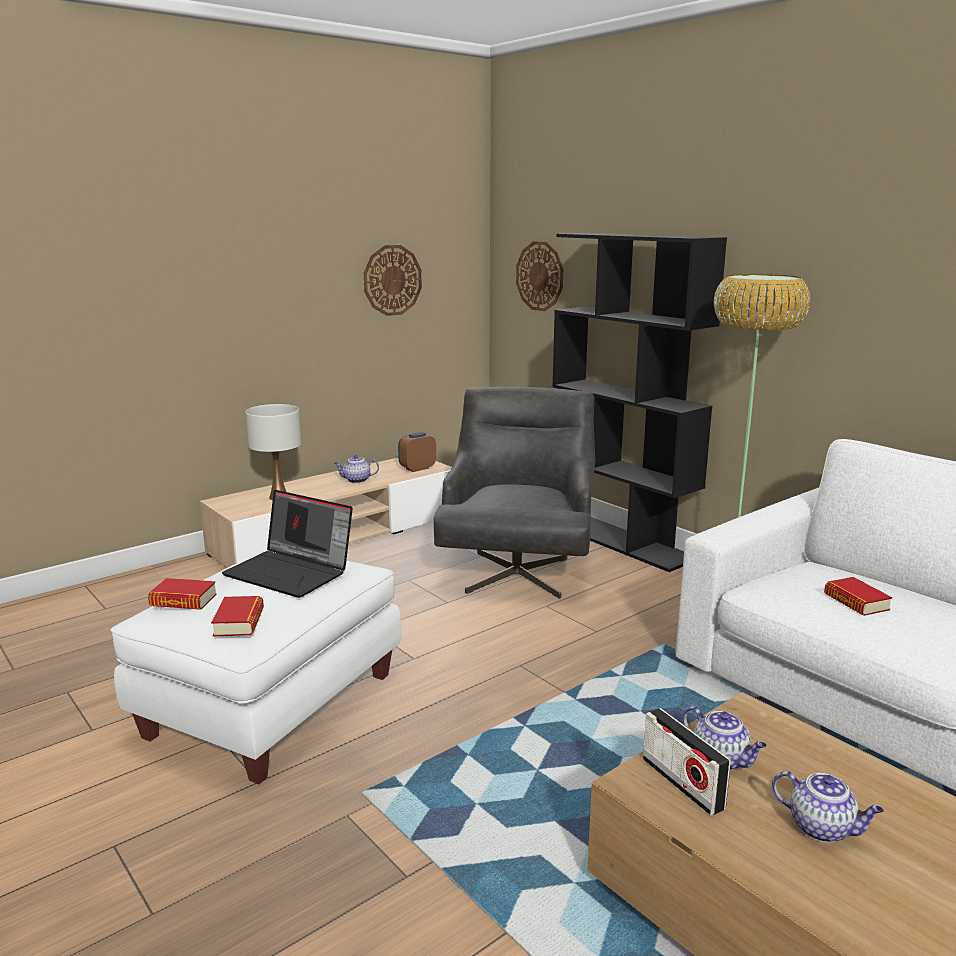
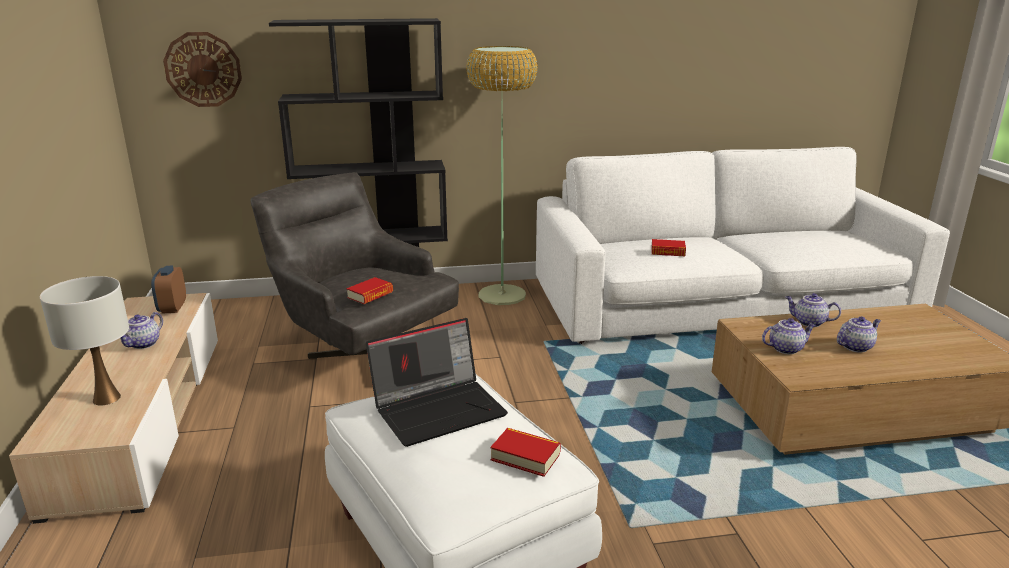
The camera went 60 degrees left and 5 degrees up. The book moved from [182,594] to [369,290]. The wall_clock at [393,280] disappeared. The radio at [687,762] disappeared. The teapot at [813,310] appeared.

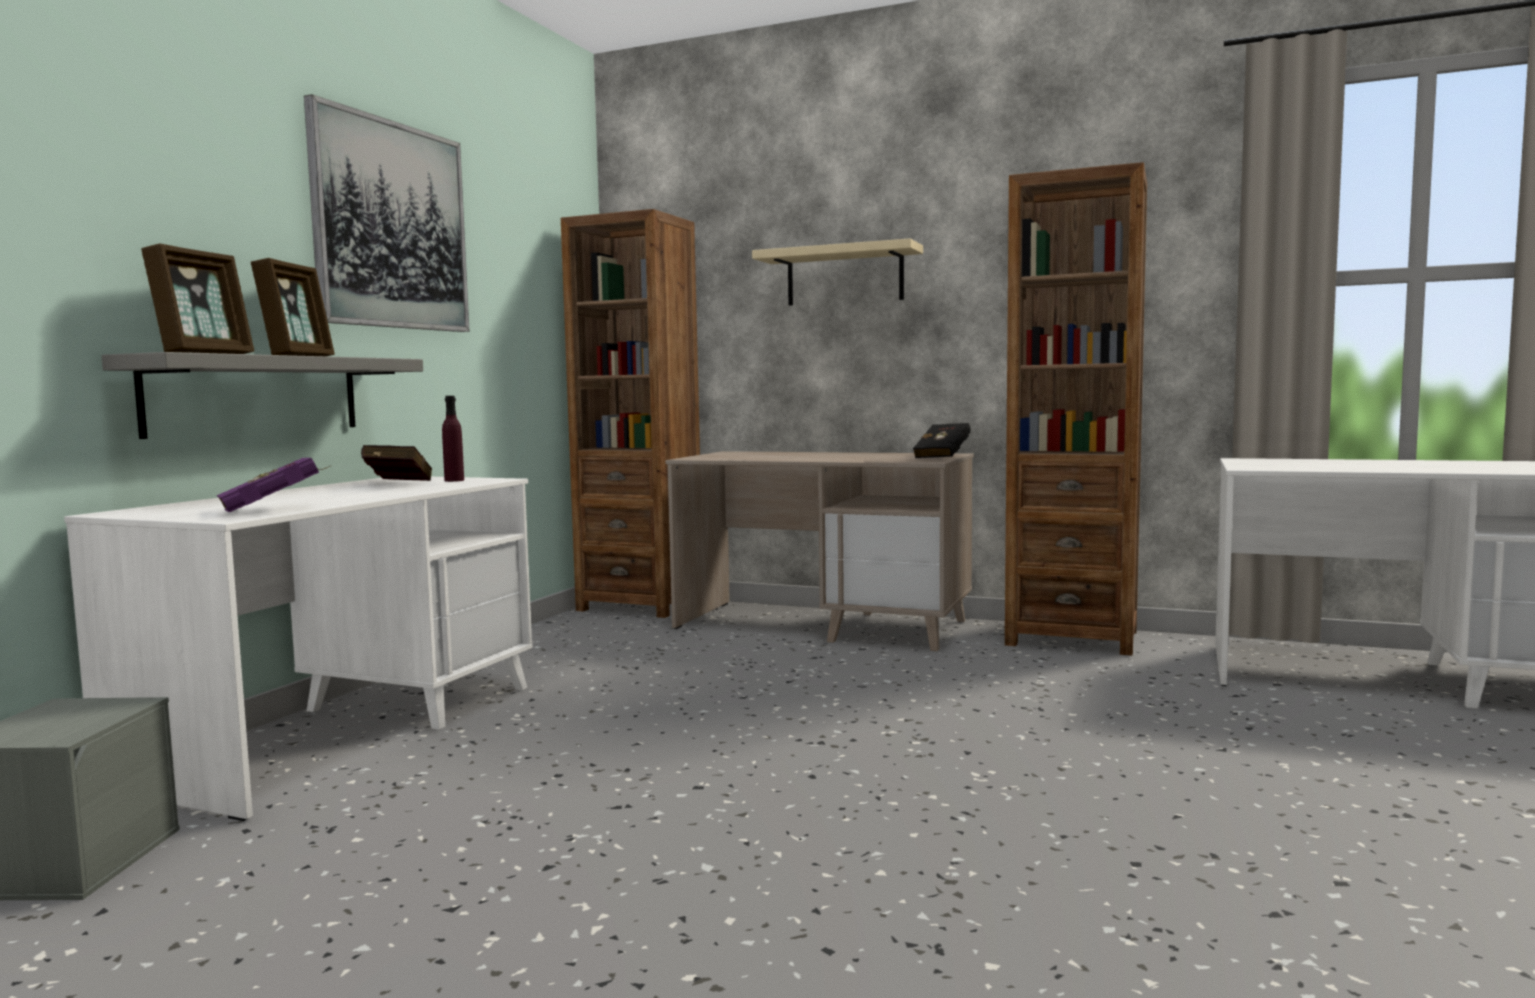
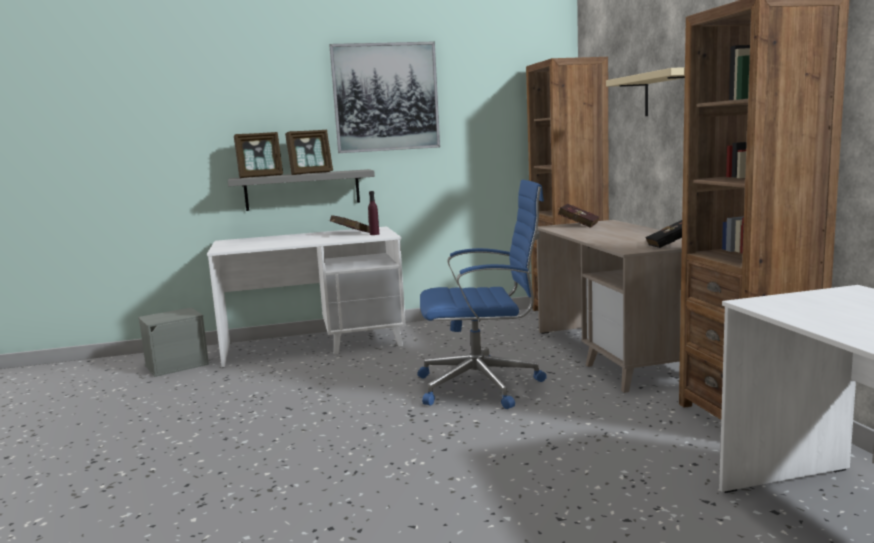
The camera went 55 degrees right and 5 degrees up. The purple_book at [274,485] disappeared. The blue_office_chair at [482,294] appeared. The red_book at [578,216] appeared.

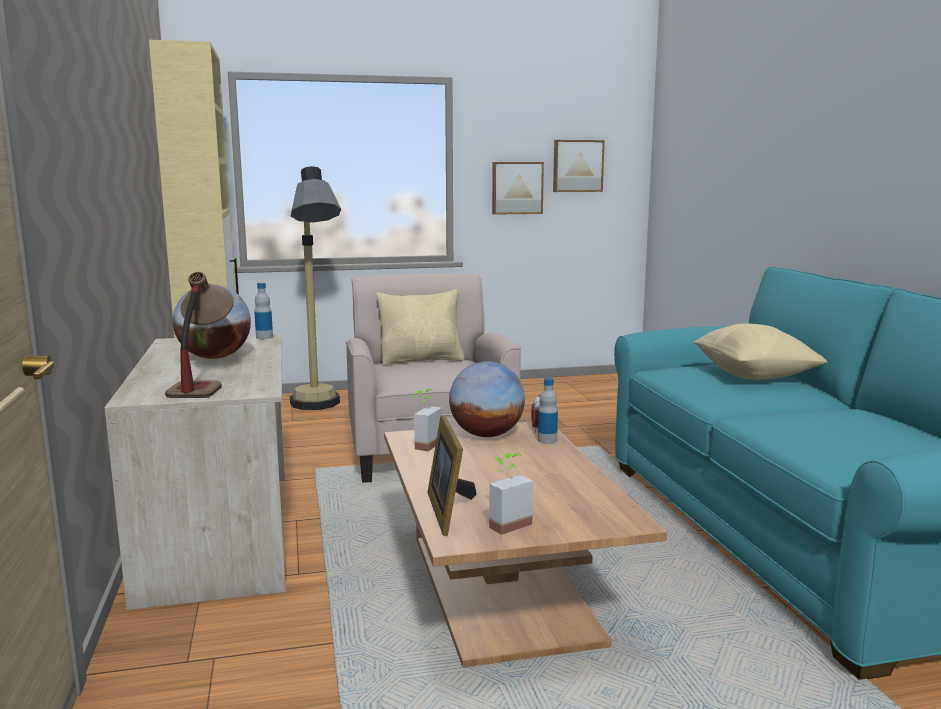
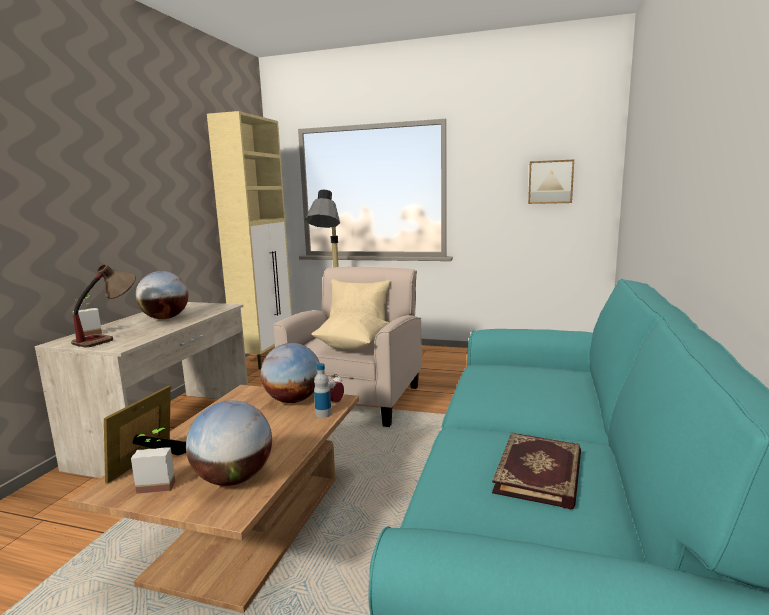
The camera went 30 degrees right and 0 degrees up. The bottle at [263,311] disappeared. The potted_plant moved from [426,419] to [87,315]. The picture at [518,188] disappeared. The beige_pillow moved from [760,351] to [350,330]. The globe at [229,443] appeared. The book at [536,471] appeared.

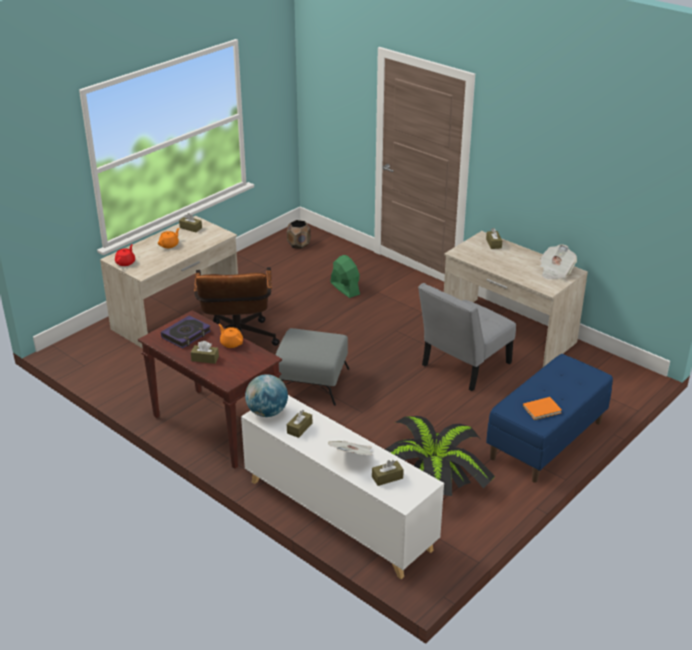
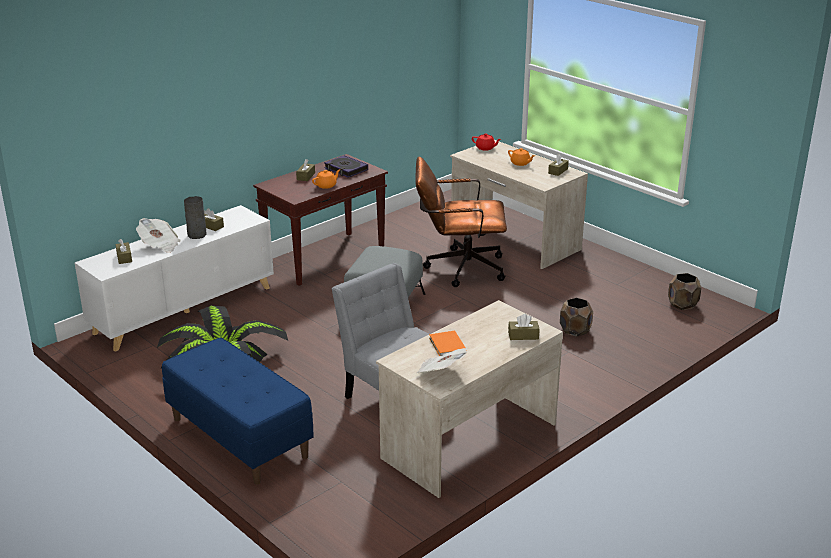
The camera went 95 degrees right and 5 degrees down. The globe at [266,395] disappeared. The green_fan at [345,276] was replaced by the brown_planter at [576,317]. The orange_book moved from [542,408] to [447,343]. The grey_vase at [195,217] appeared.

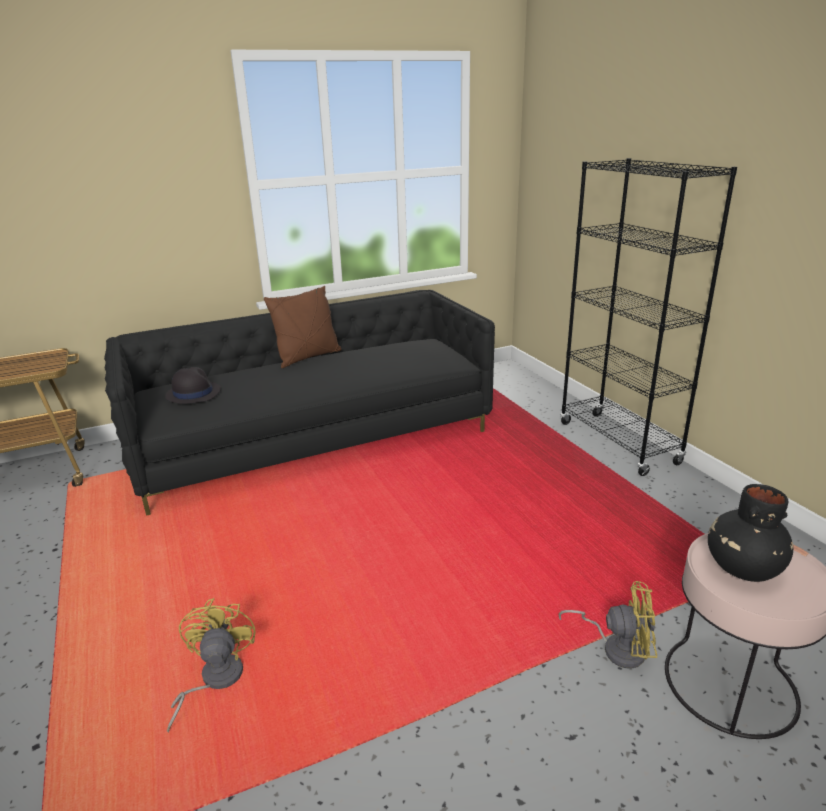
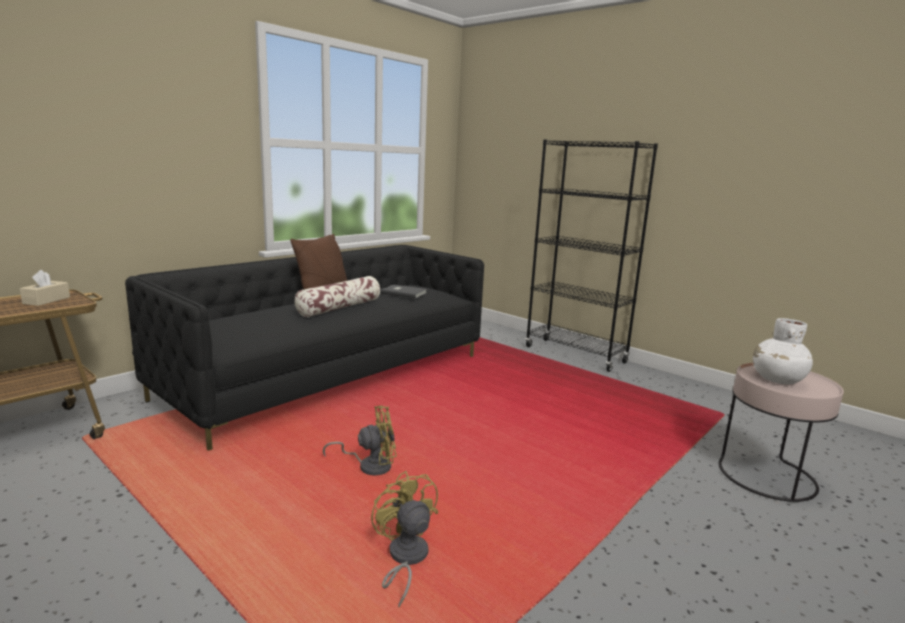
The camera went 25 degrees left and 10 degrees down. The black_hat at [193,385] disappeared. The yellow_fan moved from [607,625] to [360,440]. The black_vase at [750,533] became the white_vase at [783,351]. The beige_tissue_box at [45,288] appeared. The pillow at [337,296] appeared. The grey_book at [404,292] appeared.

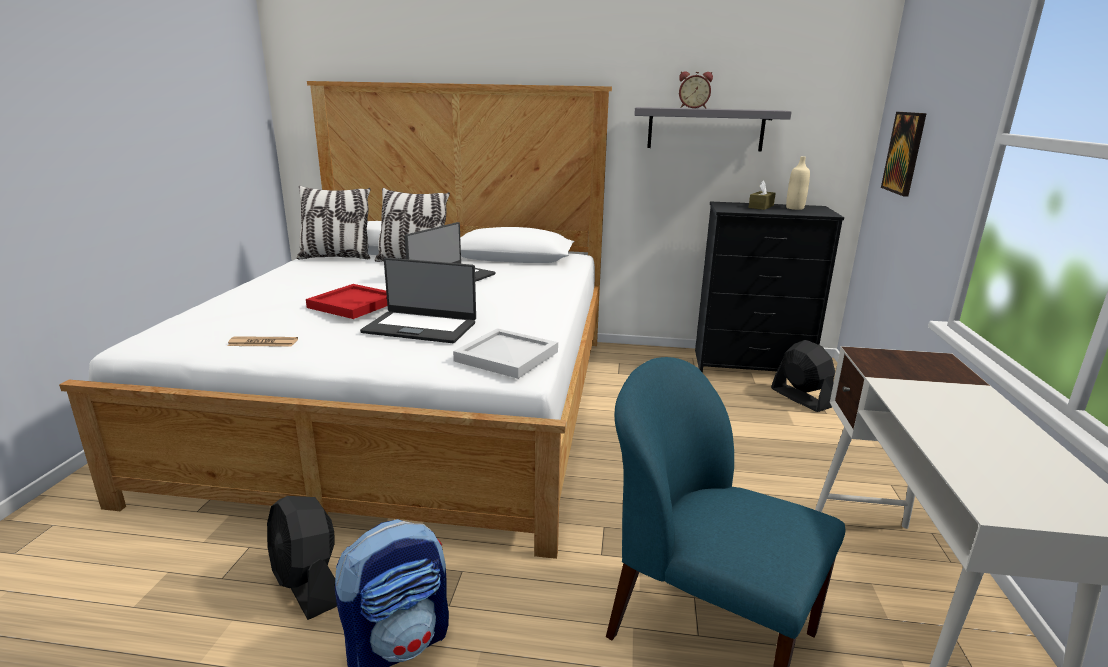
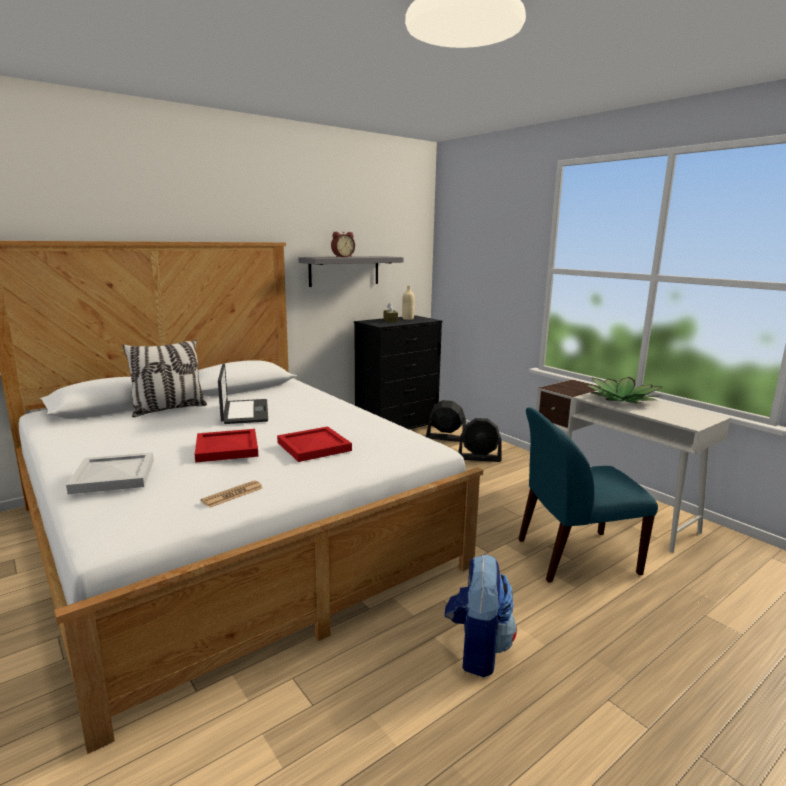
The camera went 45 degrees left and 5 degrees down. The black_fan moved from [302,558] to [480,440]. The pillow at [334,222] disappeared. The laptop at [418,300] was replaced by the red_tray at [314,444]. The white_tray moved from [505,353] to [110,473]. The picture at [904,154] disappeared. The potted_plant at [624,390] appeared.

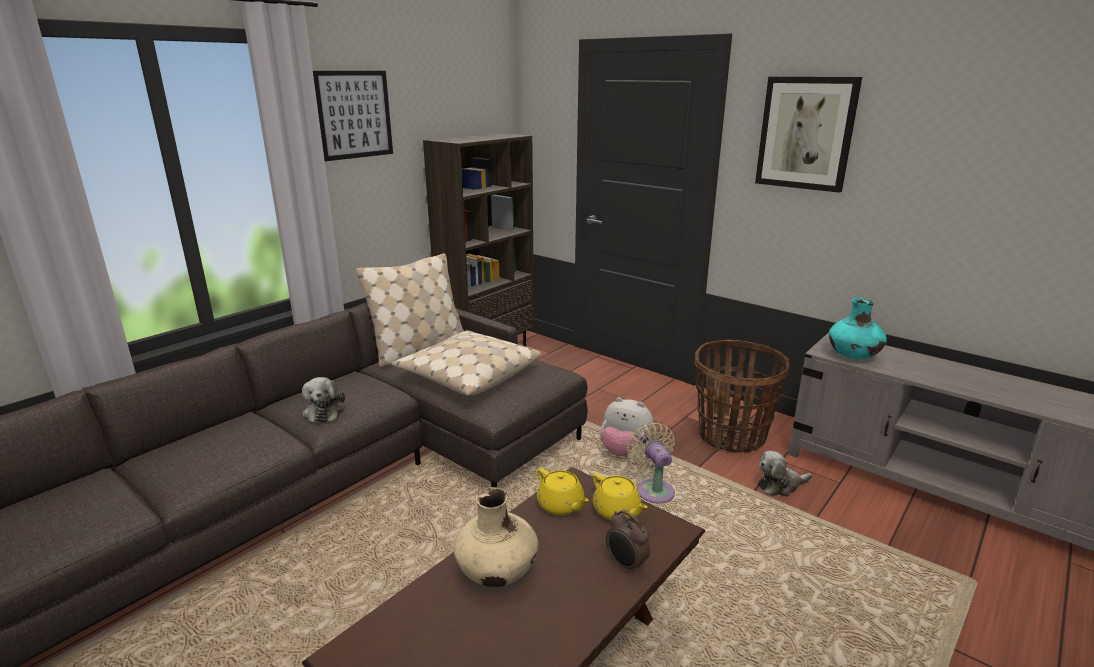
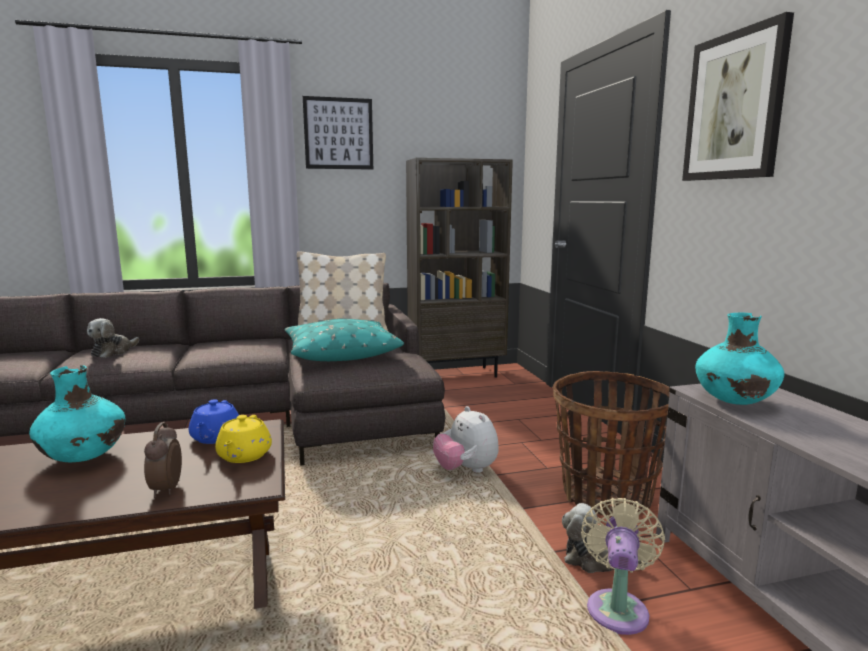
The camera went 35 degrees right and 10 degrees down. The plush_toy moved from [323,400] to [113,338]. The beige_pillow at [466,362] became the turquoise_pillow at [344,340]. The beige_vase at [495,537] became the turquoise_vase at [77,413]. The yellow_teapot at [562,491] became the blue_teapot at [214,421]. The beige_fan moved from [651,462] to [623,566].

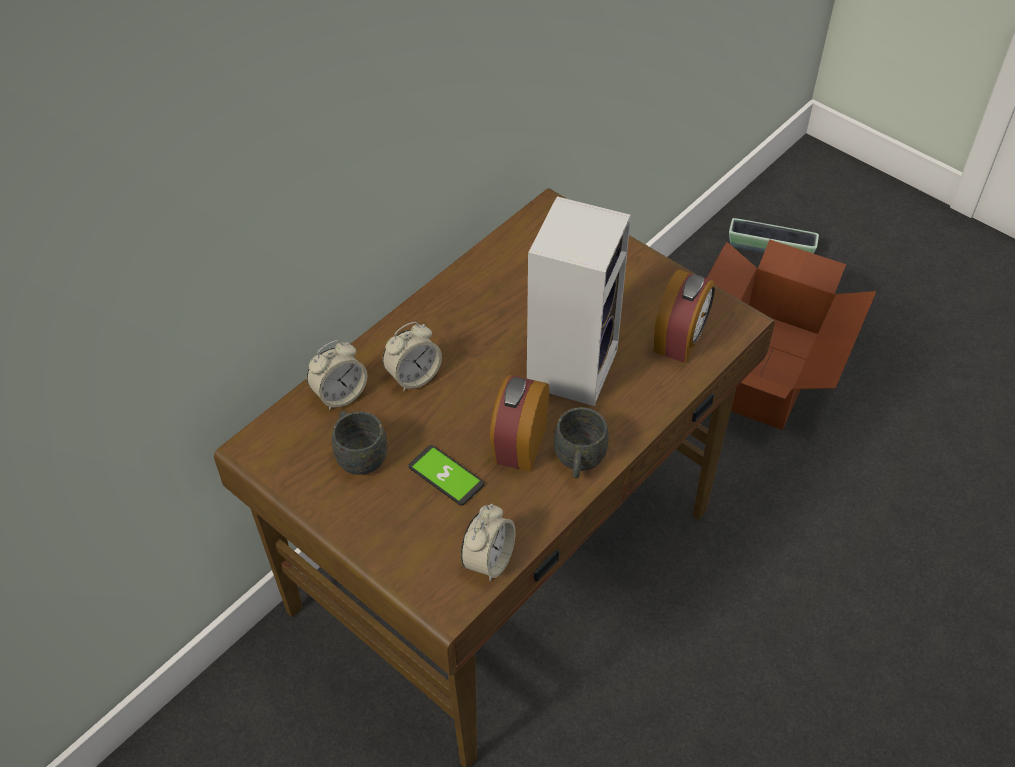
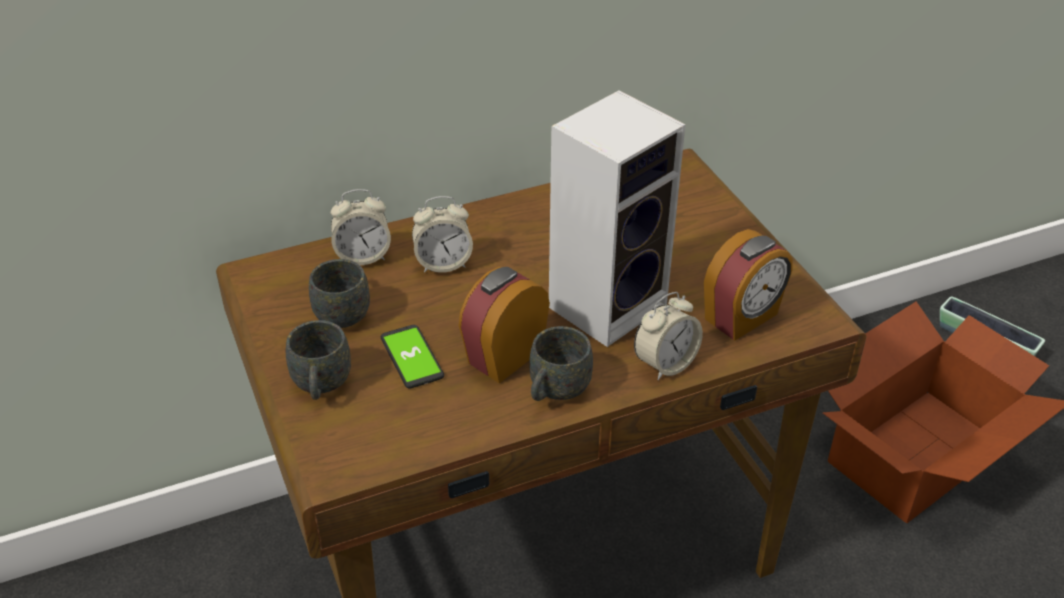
The camera went 25 degrees right and 10 degrees down. The alarm_clock moved from [488,543] to [668,336]. The grey_mug at [318,360] appeared.

